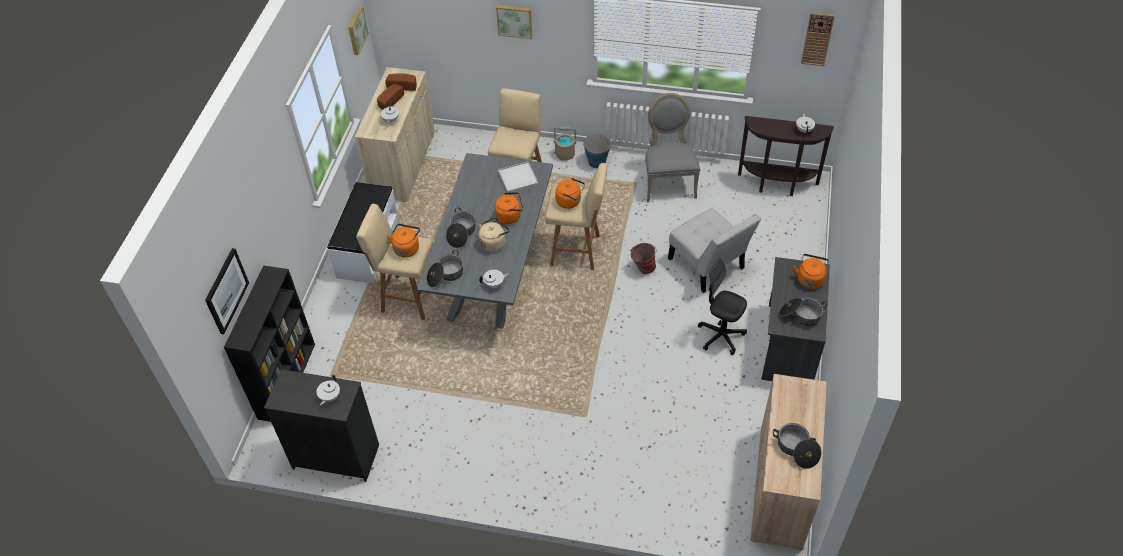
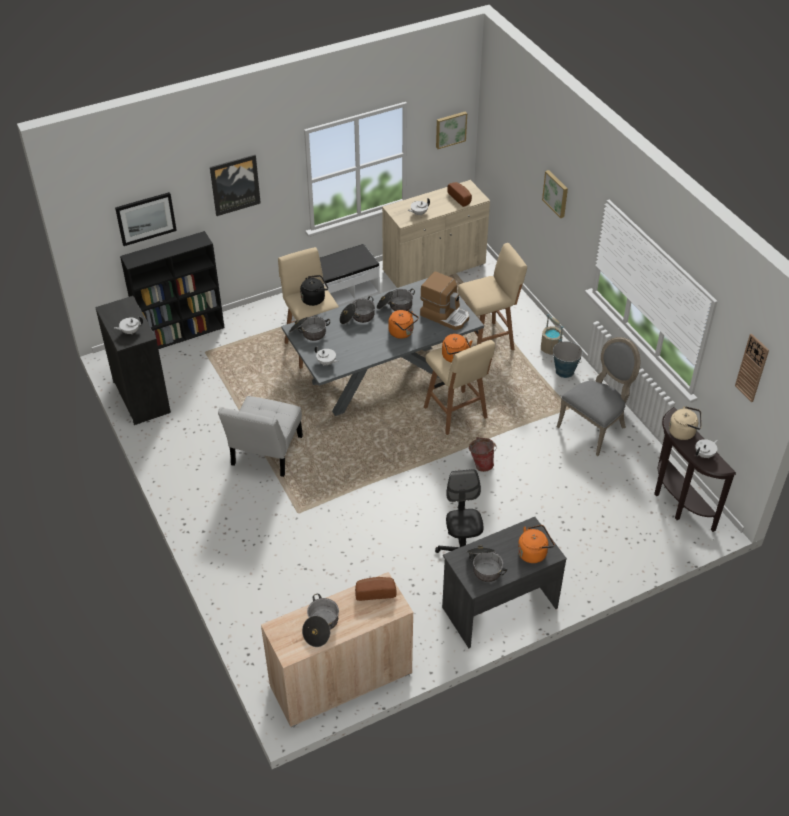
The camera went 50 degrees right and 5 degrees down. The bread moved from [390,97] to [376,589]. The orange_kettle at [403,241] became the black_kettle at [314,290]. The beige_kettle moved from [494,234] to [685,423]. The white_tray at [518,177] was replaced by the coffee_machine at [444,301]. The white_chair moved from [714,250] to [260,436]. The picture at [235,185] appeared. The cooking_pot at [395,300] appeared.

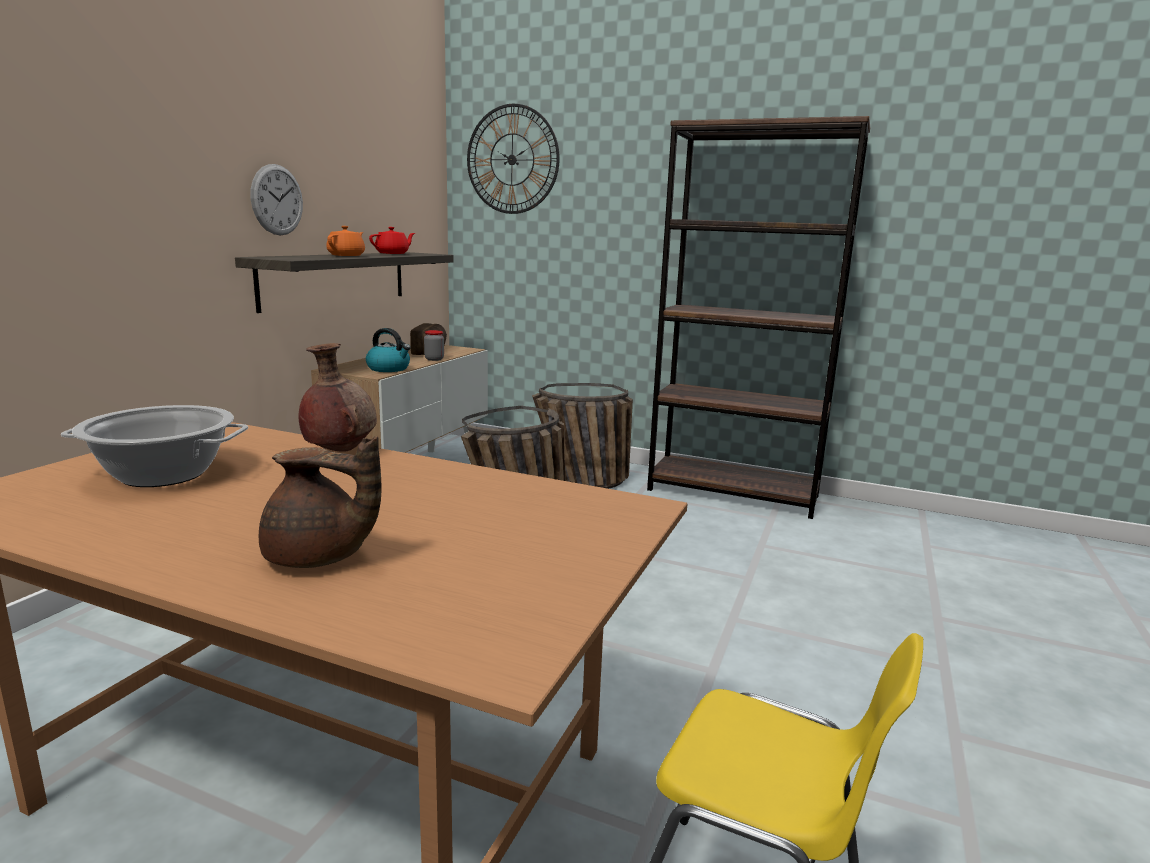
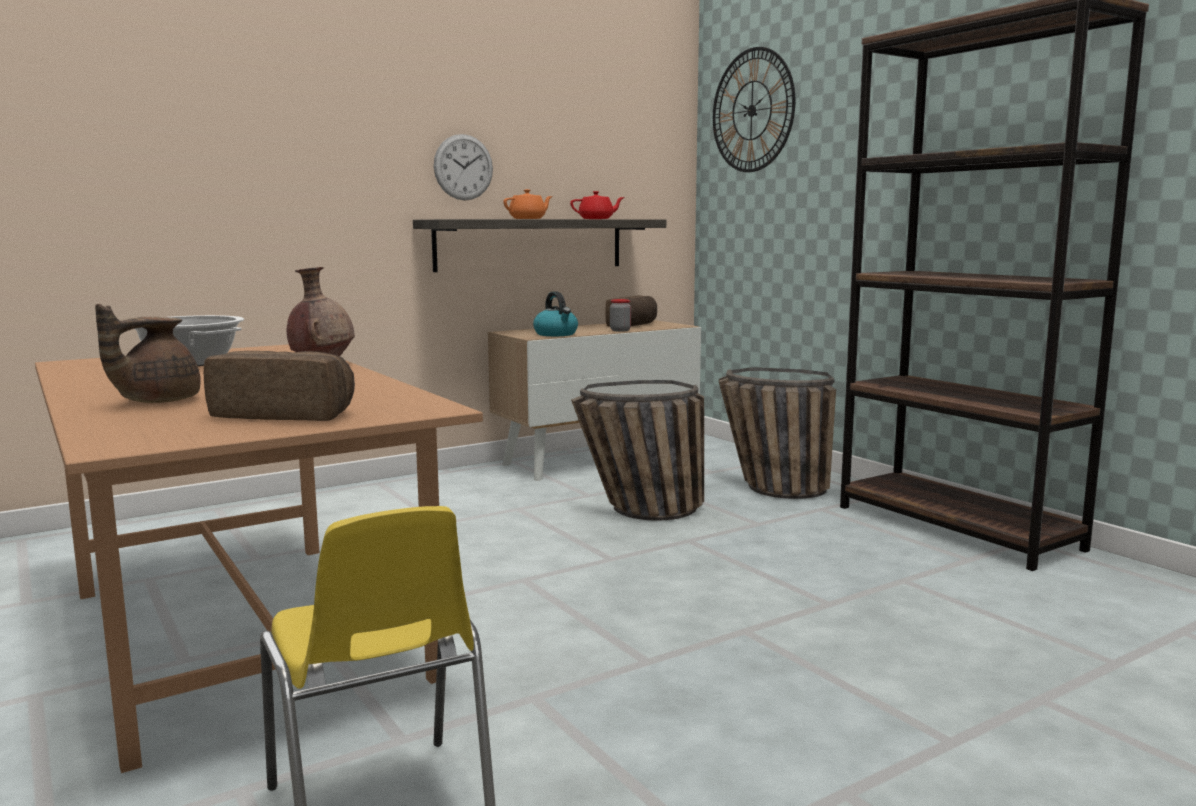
The camera went 35 degrees right and 5 degrees down. The brown_teapot at [320,502] turned 75 degrees clockwise. The bread at [279,386] appeared.

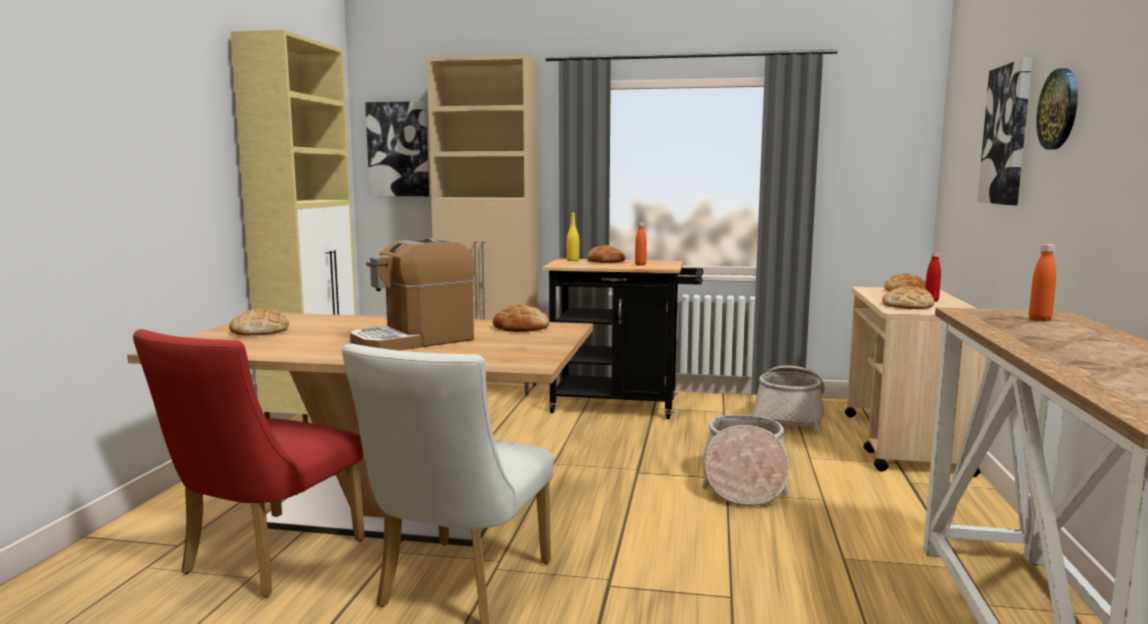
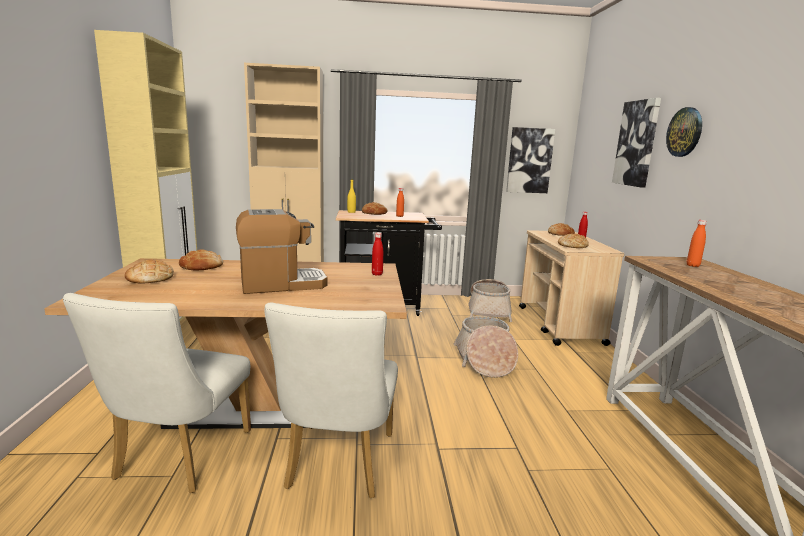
The camera went 15 degrees left and 5 degrees up. The red_chair at [249,463] became the white_chair at [157,393]. The coffee_machine at [412,294] turned 150 degrees counterclockwise. The picture moved from [397,148] to [530,160]. The bread moved from [521,318] to [201,259]. The red_bottle at [377,254] appeared.

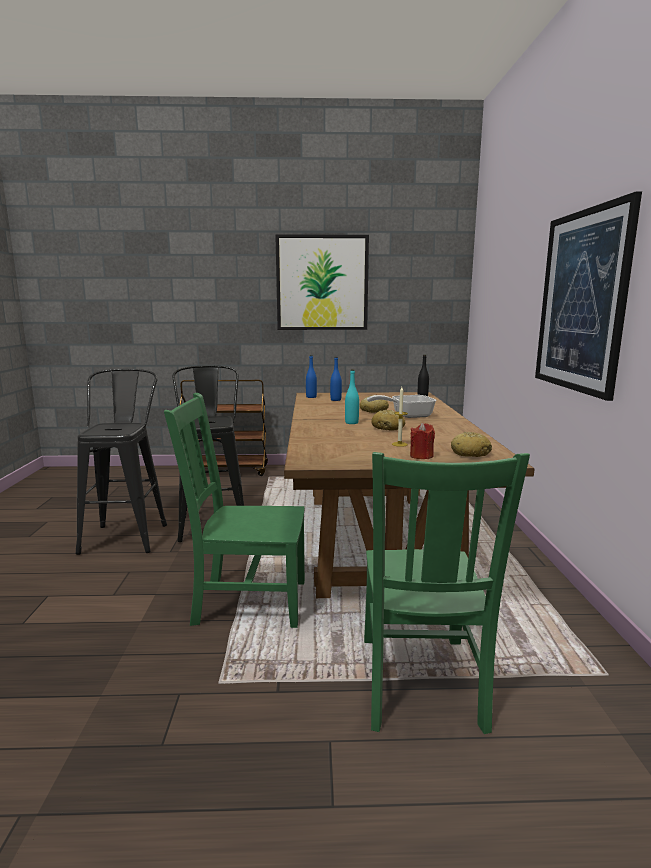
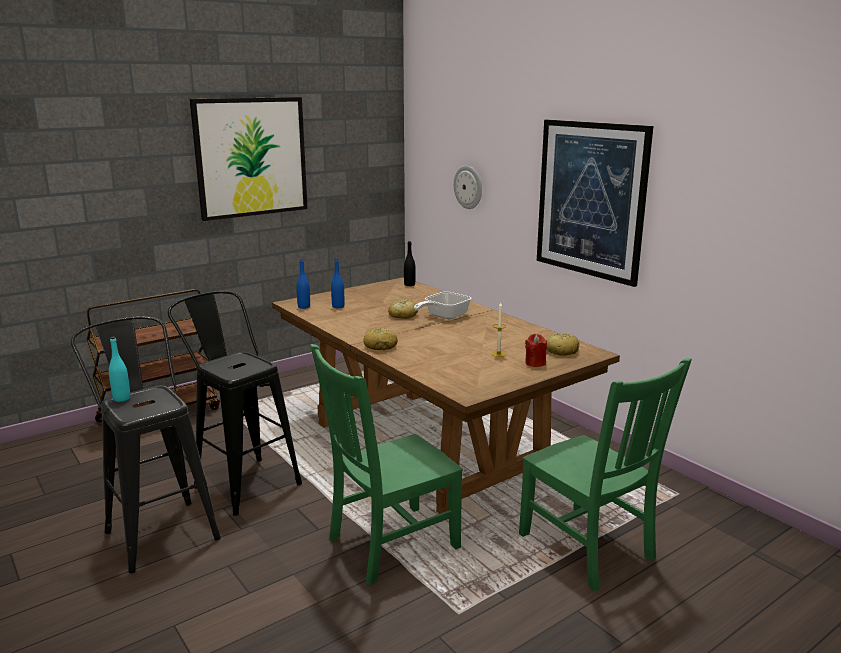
The camera went 35 degrees left and 5 degrees up. The turquoise_bottle moved from [352,396] to [119,369]. The bread moved from [388,420] to [380,338]. The wall_clock at [468,187] appeared.

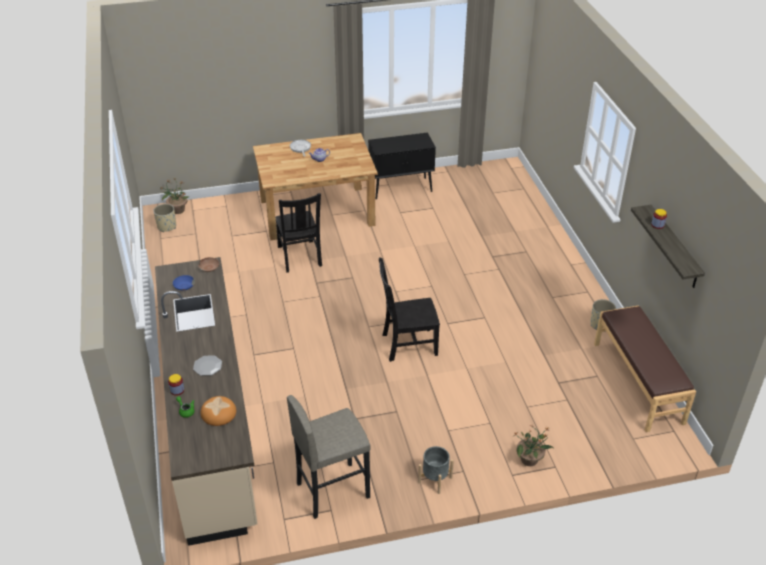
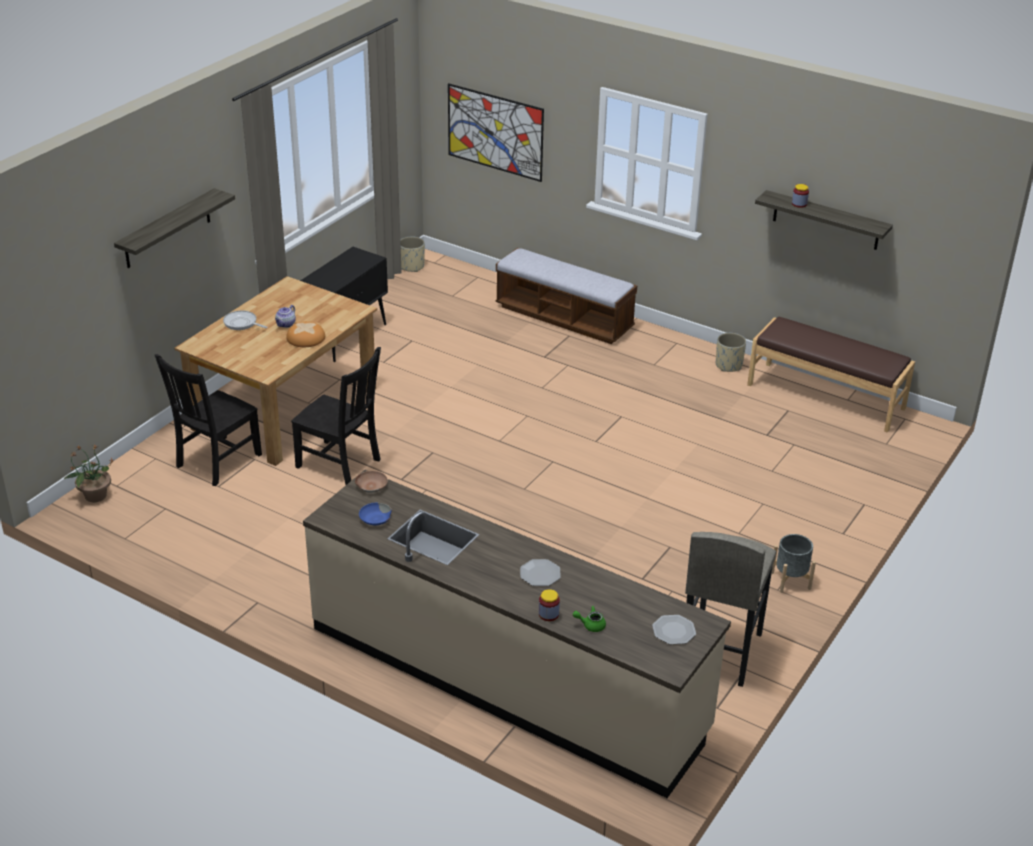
The camera went 45 degrees left and 5 degrees down. The beige_planter moved from [164,218] to [412,254]. The bread moved from [218,411] to [305,334]. The black_chair moved from [409,309] to [208,420]. The potted_plant at [533,445] disappeared. The shelf at [174,228] appeared. The picture at [496,132] appeared. The bench at [566,296] appeared. The plate at [674,630] appeared.

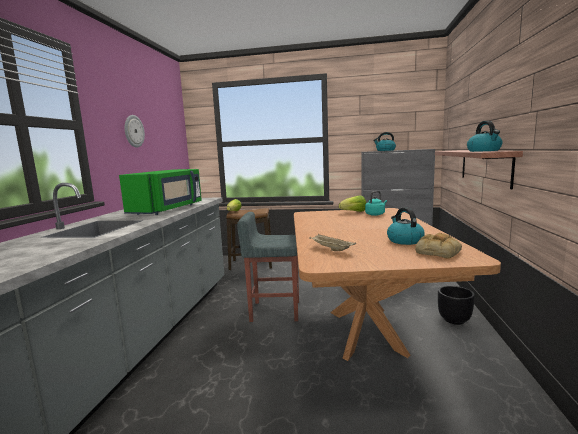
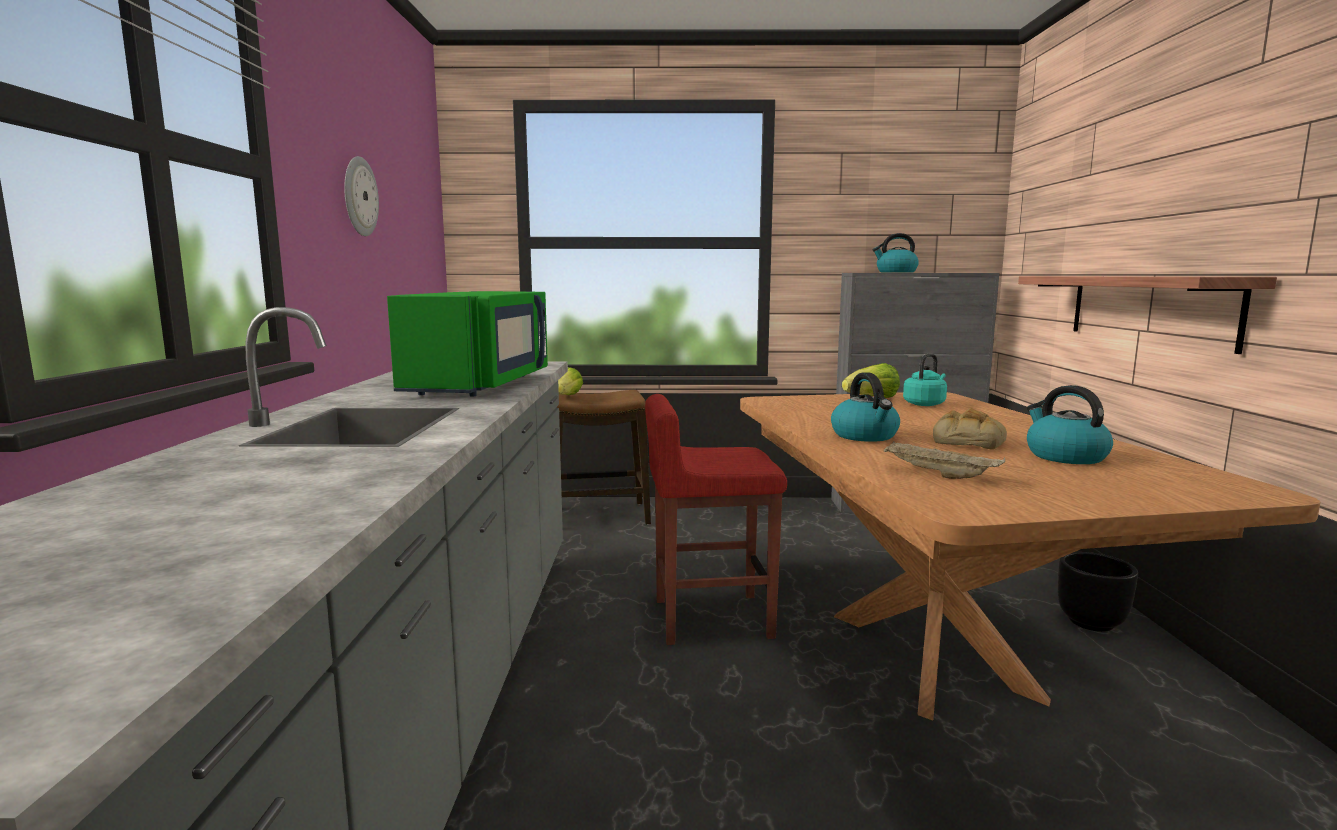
The camera went 10 degrees left and 0 degrees up. The grey_stool at [268,267] became the red_stool at [716,519]. The bread moved from [438,246] to [970,428]. The kettle moved from [485,136] to [865,407].

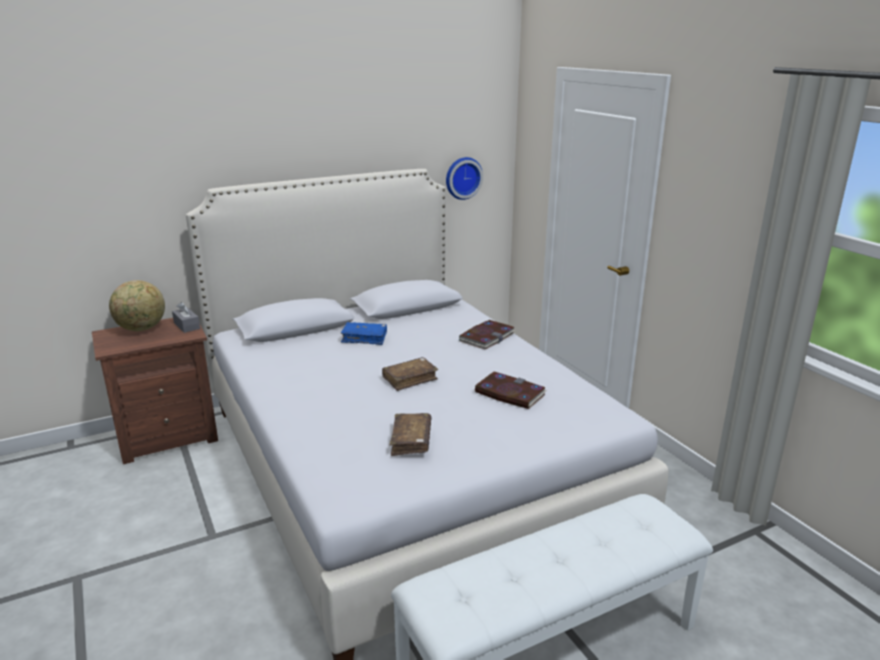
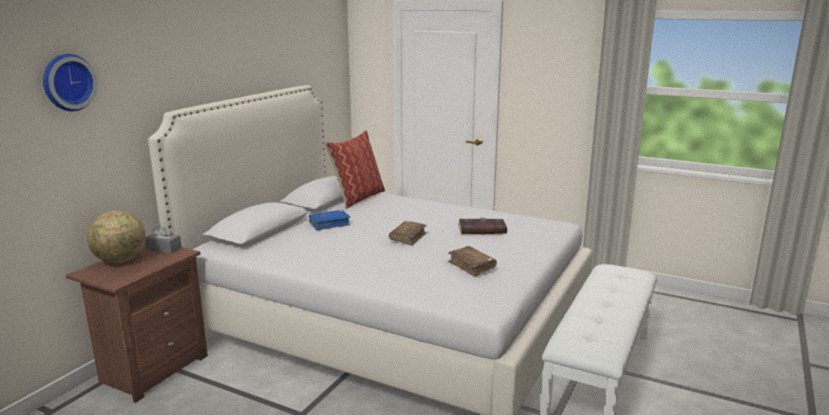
The camera went 35 degrees left and 5 degrees down. The wall_clock moved from [464,178] to [70,82]. The book at [486,335] disappeared. The pillow at [355,169] appeared.

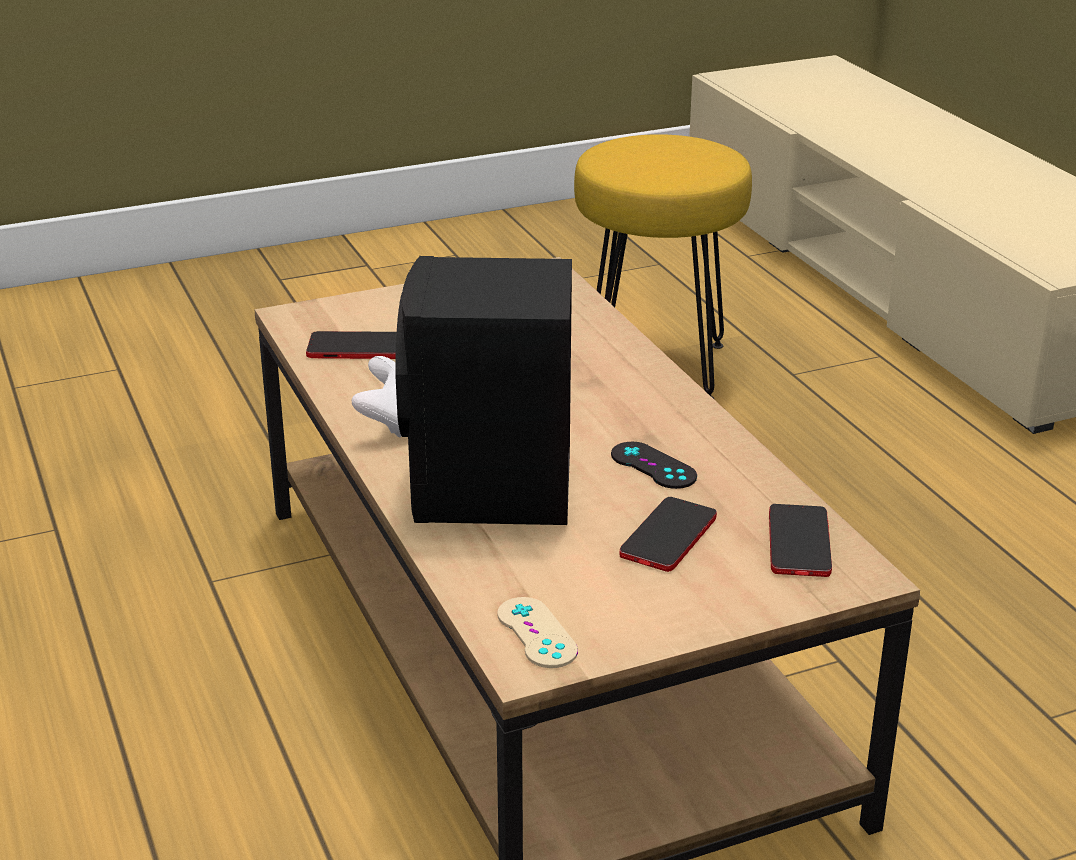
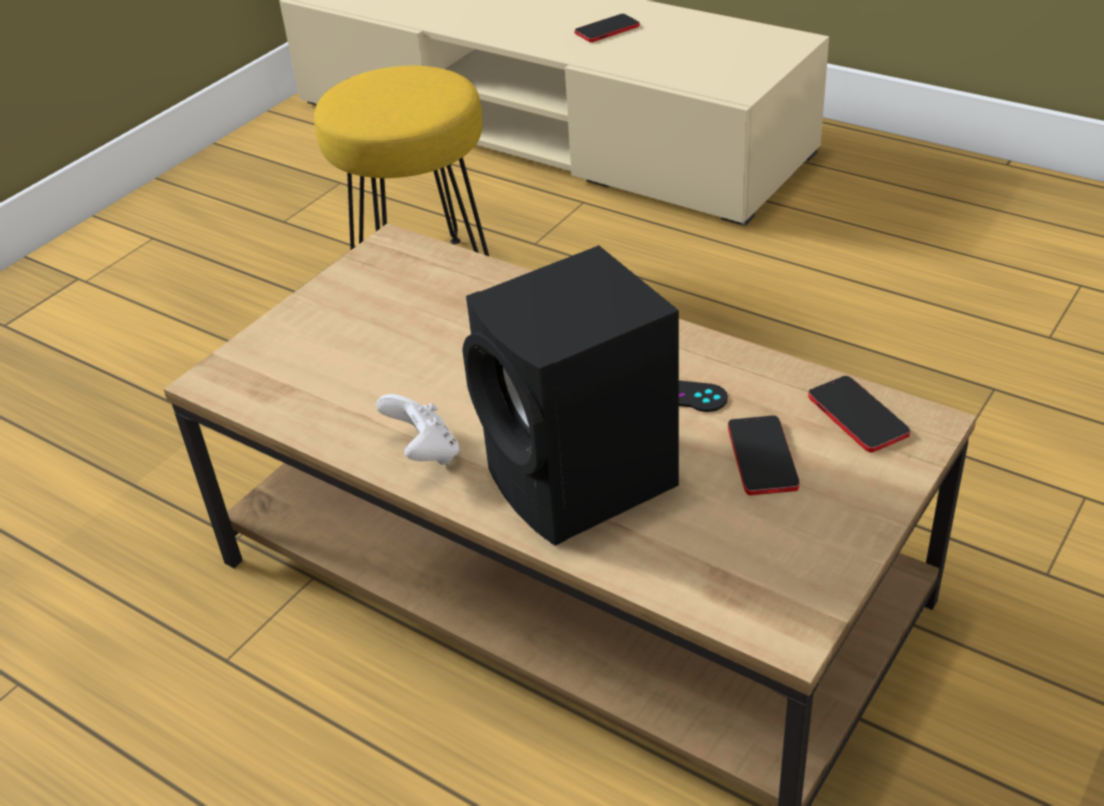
The camera went 30 degrees left and 10 degrees up. The phone moved from [351,345] to [607,28]. The beige_game_controller at [537,632] disappeared.

